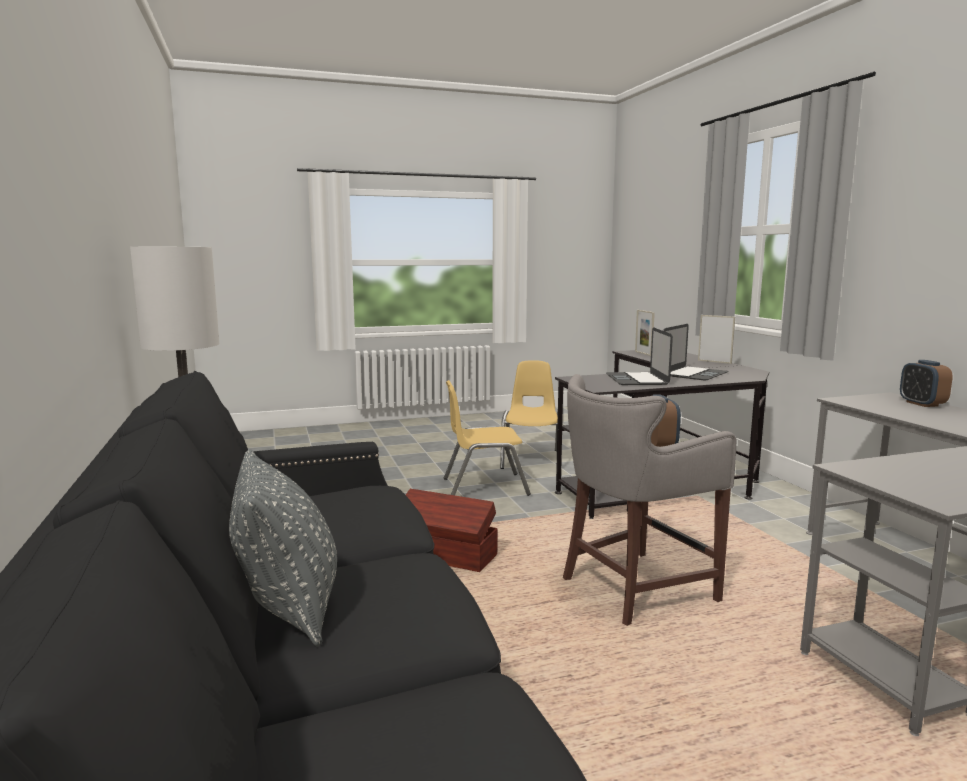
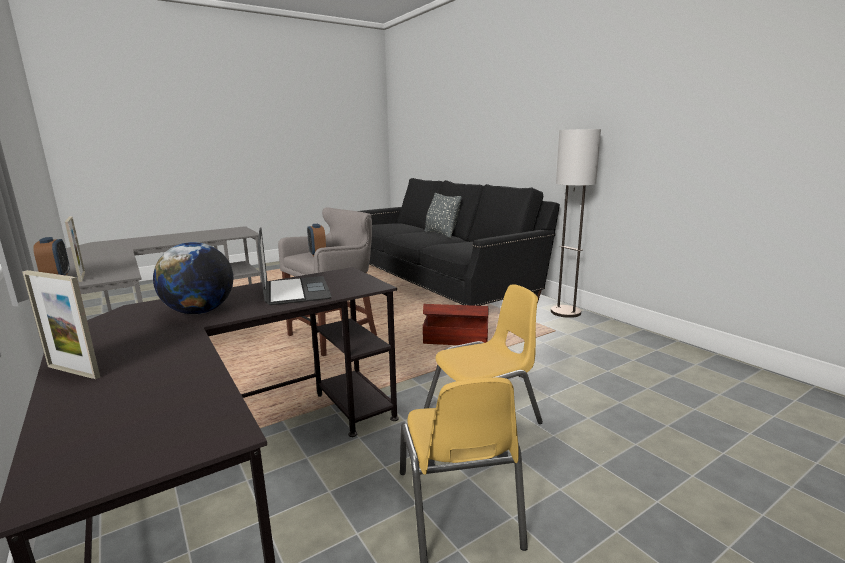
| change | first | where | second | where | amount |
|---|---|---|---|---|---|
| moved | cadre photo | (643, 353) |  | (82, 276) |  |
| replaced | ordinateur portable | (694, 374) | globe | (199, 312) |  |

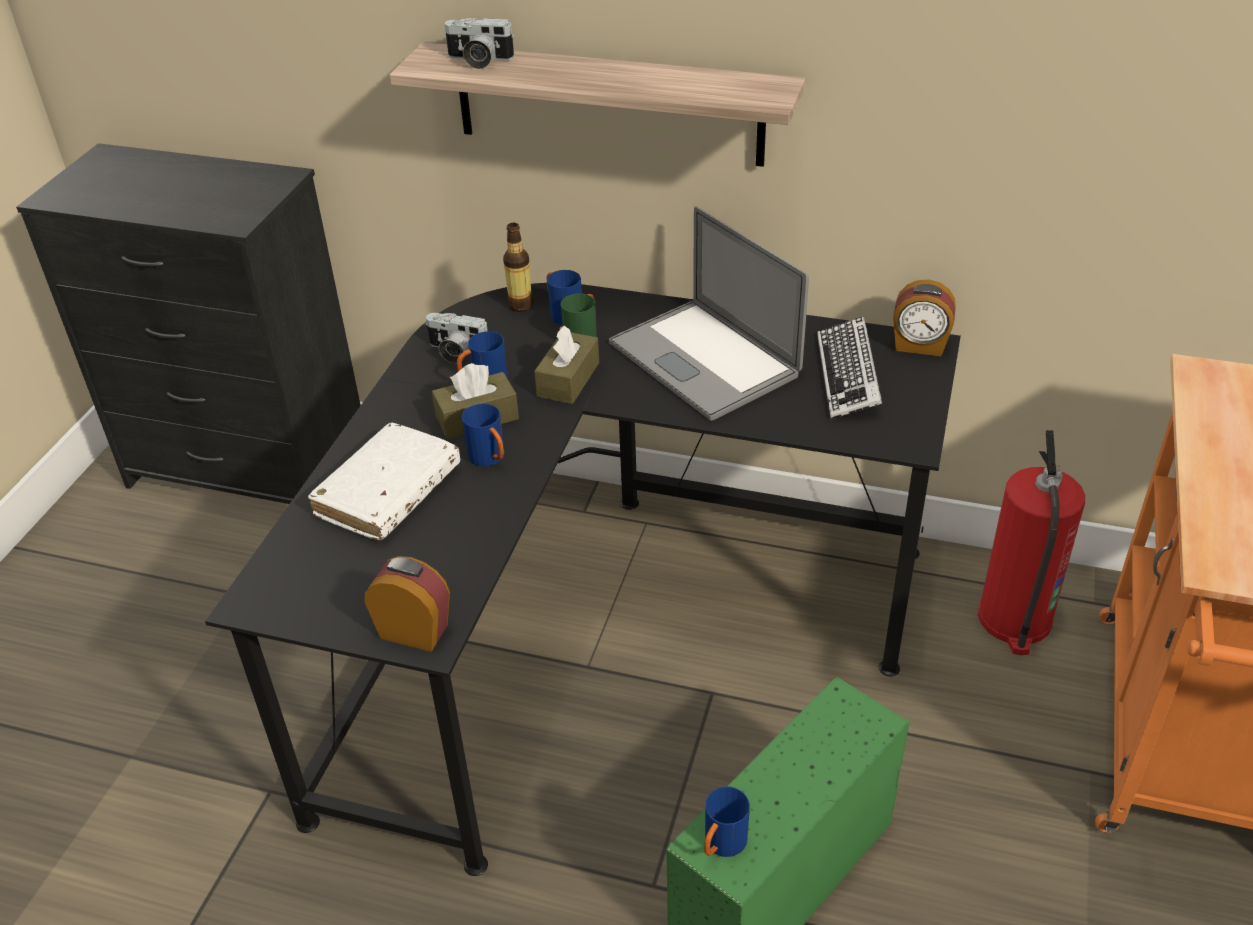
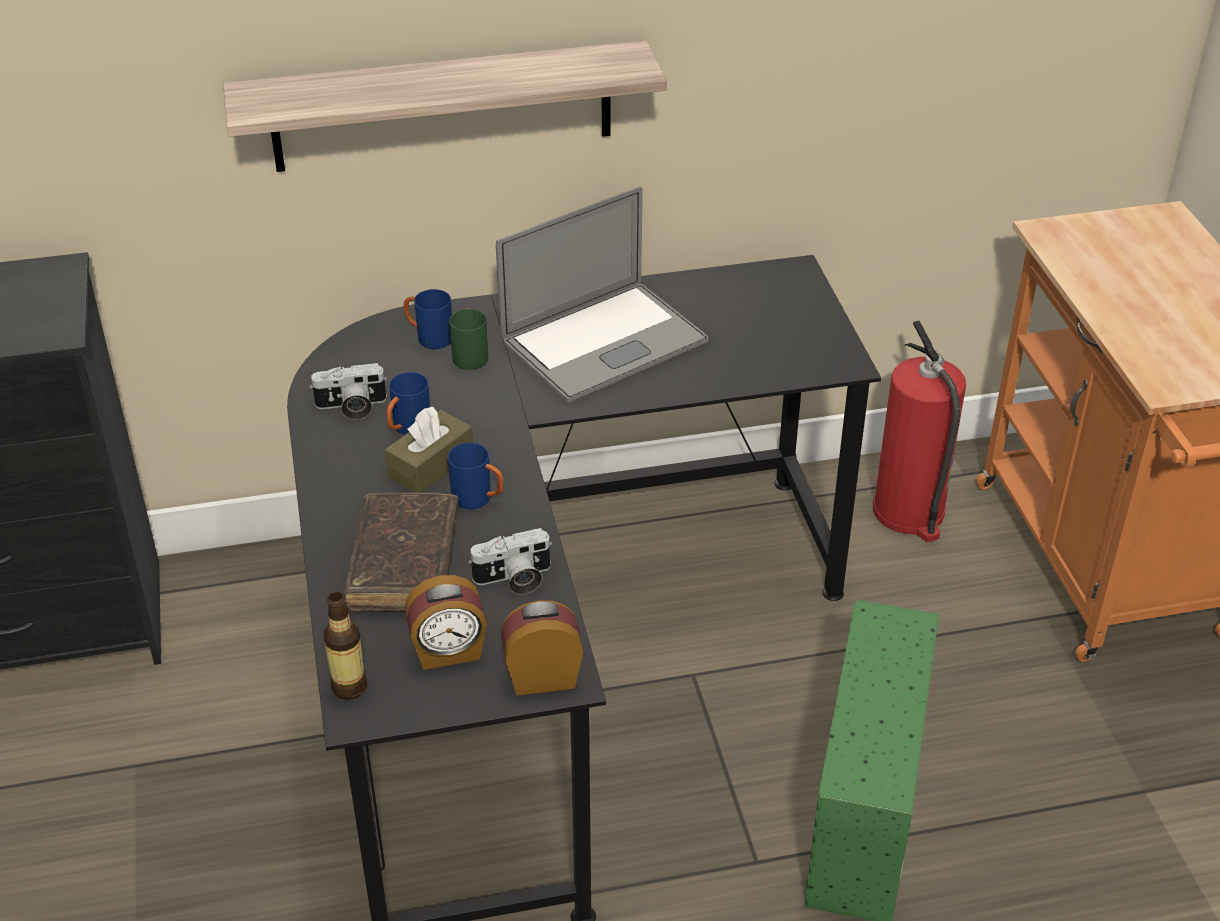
| change | first | where | second | where | amount |
|---|---|---|---|---|---|
| moved | appareil photo | (478, 60) |  | (514, 580) |  |
| turned | ordinateur portable | (703, 359) |  | (604, 342) | 60 degrees counterclockwise |
| moved | bouteille | (520, 305) |  | (349, 687) |  |
| moved | réveil | (919, 346) |  | (448, 652) |  |
| removed | clavier | (848, 375) |  |  |  |
| removed | boîte à mouchoirs [marron] | (568, 379) |  |  |  |
| recoloured | livre [blanc] | (388, 492) | livre [marron] | (404, 564) |  |
| removed | mug [bleu] | (721, 846) |  |  |  |

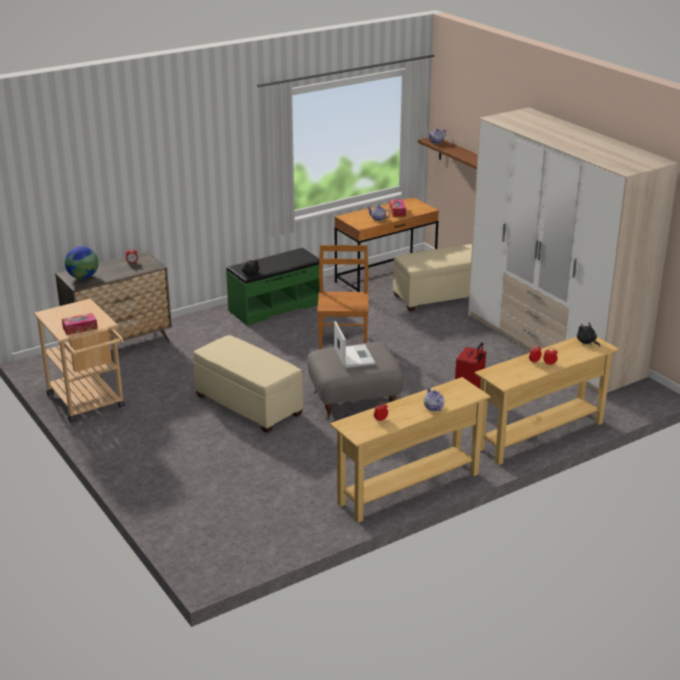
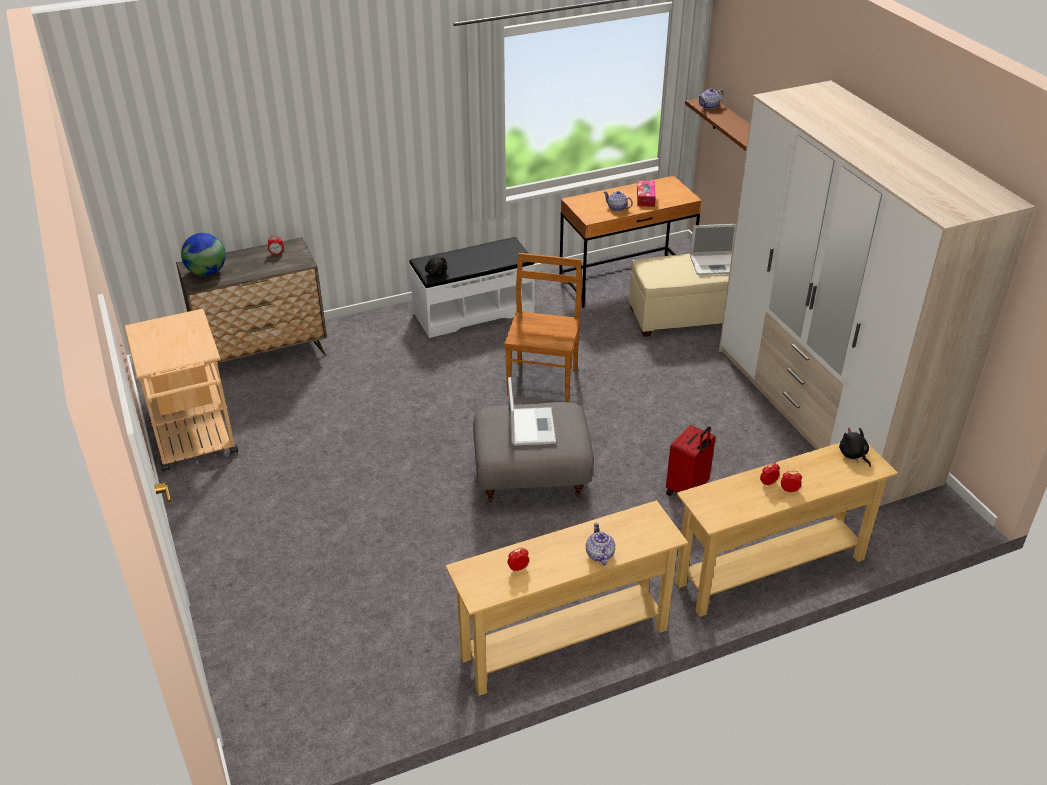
| change | first | where | second | where | amount |
|---|---|---|---|---|---|
| recoloured | banc [vert] | (275, 307) | banc [blanc] | (473, 312) |  |
| removed | boîte à mouchoirs | (80, 328) |  |  |  |
| removed | pouf [beige] | (248, 405) |  |  |  |
| added |  |  | ordinateur portable | (716, 264) |  |

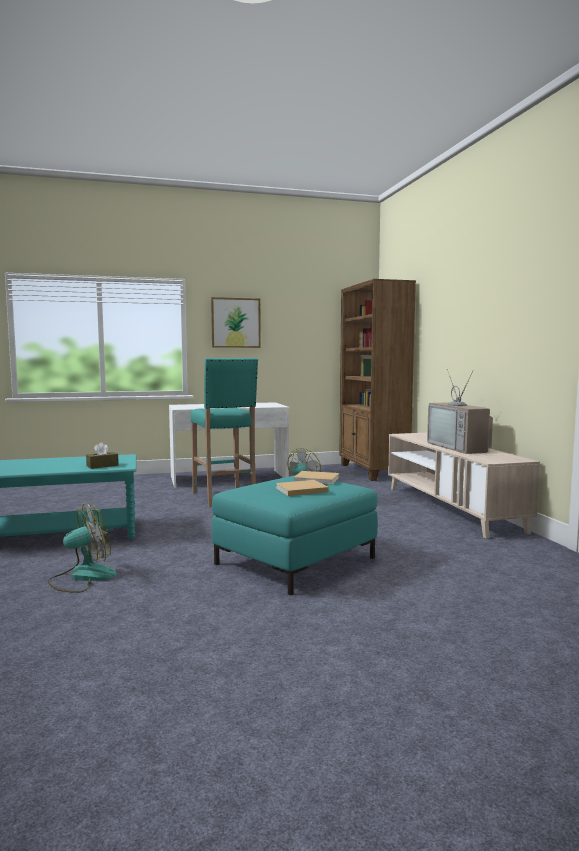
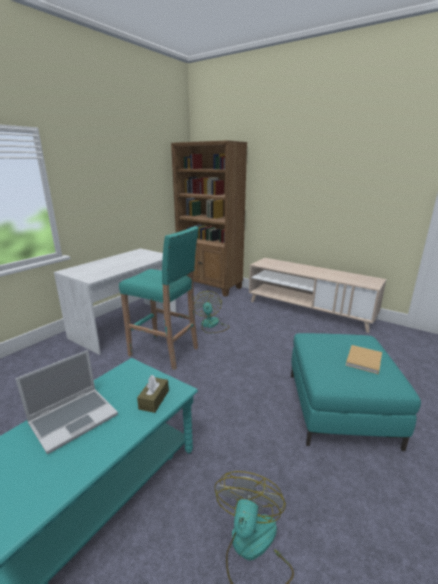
| change | first | where | second | where | amount |
|---|---|---|---|---|---|
| removed | tableau | (235, 323) |  |  |  |
| removed | téléviseur | (460, 447) |  |  |  |
| removed | livre [beige] | (318, 480) |  |  |  |
| added |  |  | ordinateur portable | (74, 418) |  |

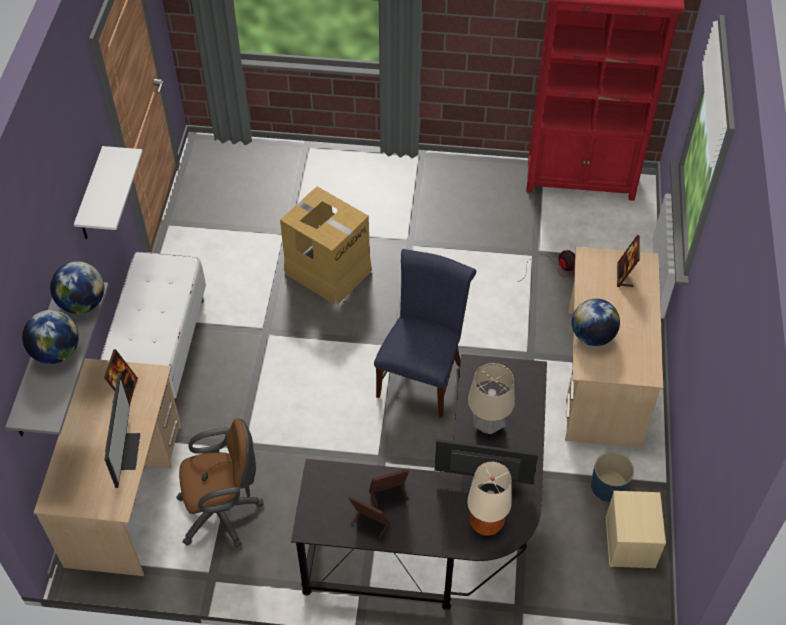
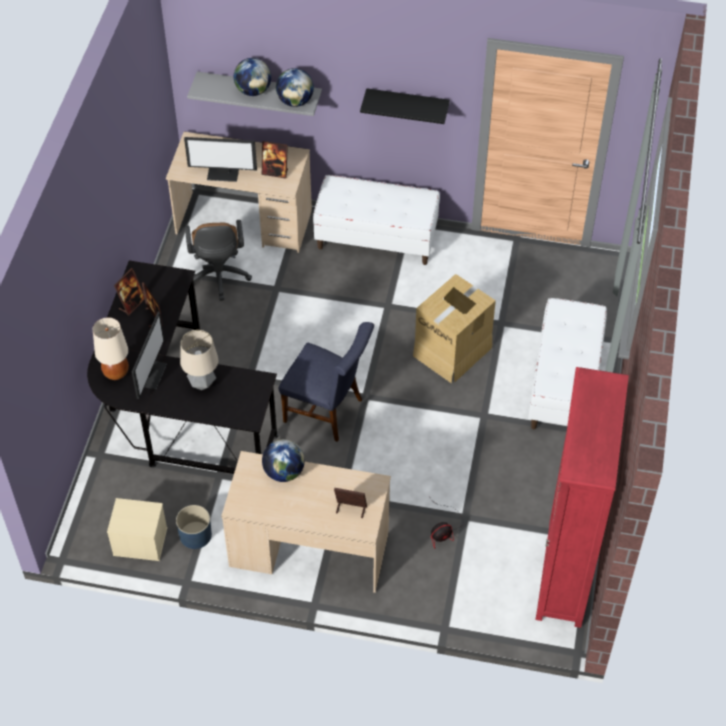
| change | first | where | second | where | amount |
|---|---|---|---|---|---|
| recoloured | étagère [blanc] | (92, 197) | étagère [noir] | (407, 105) |  |
| added |  |  | banc [blanc] | (564, 385) |  |

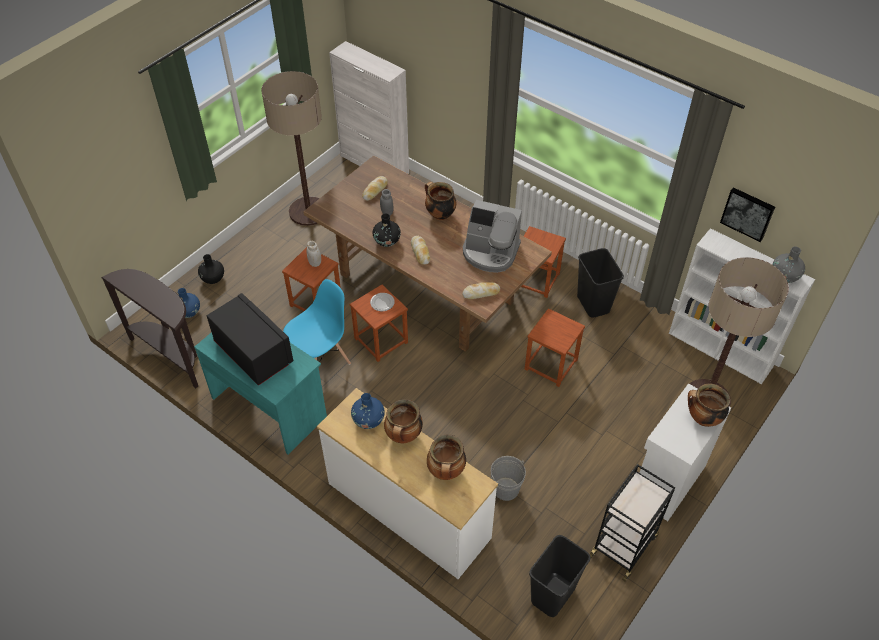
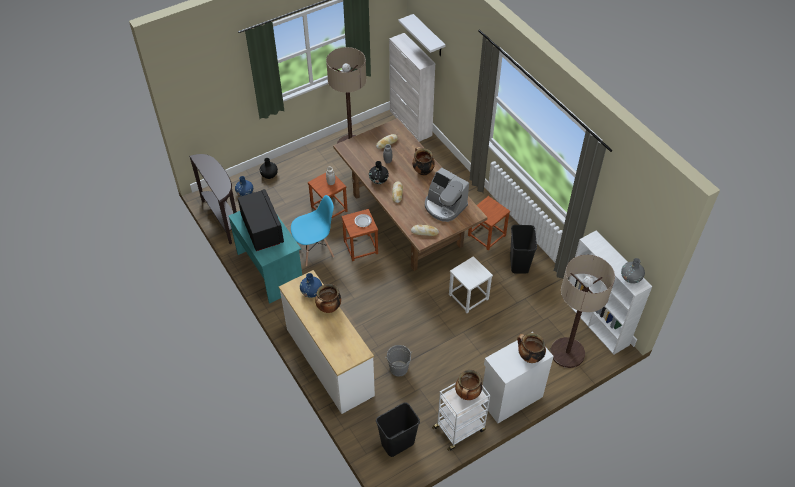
| change | first | where | second | where | amount |
|---|---|---|---|---|---|
| removed | tableau | (748, 213) |  |  |  |
| recoloured | tabouret [marron] | (551, 365) | tabouret [blanc] | (468, 297) |  |
| moved | marmite | (446, 472) |  | (467, 394) |  |
| recoloured | chariot [noir] | (623, 544) | chariot [blanc] | (460, 428) |  |
| added |  |  | étagère [blanc] | (428, 36) |  |

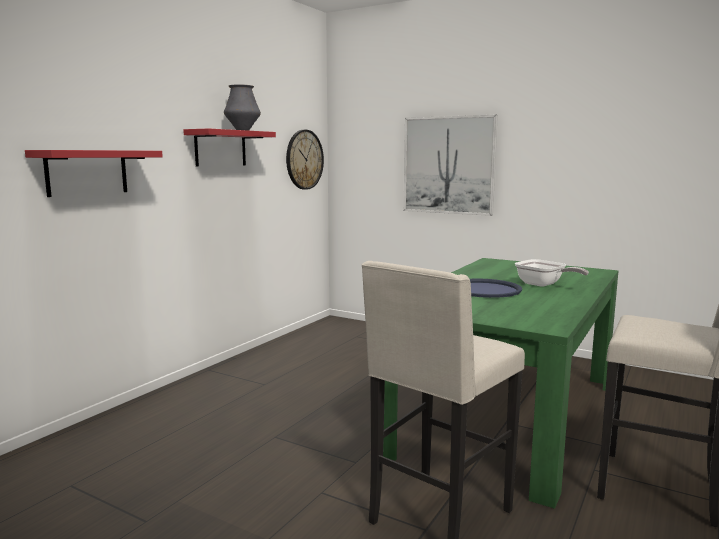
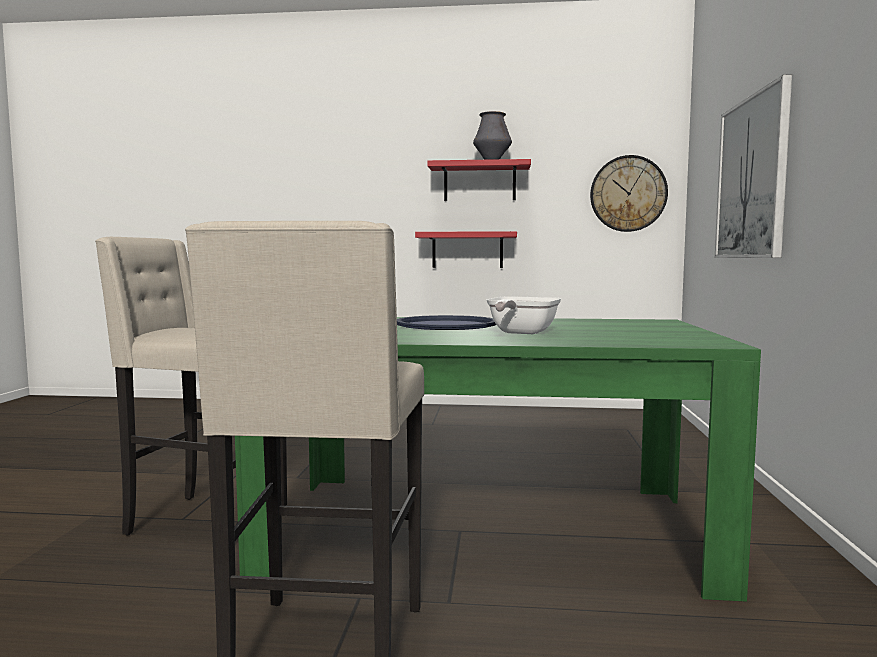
| change | first | where | second | where | amount |
|---|---|---|---|---|---|
| moved | étagère [rouge] | (87, 172) |  | (467, 250) |  |

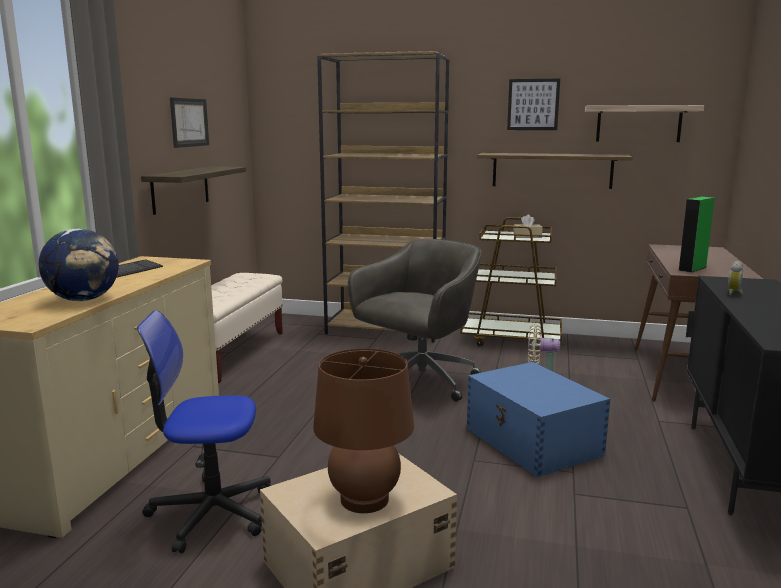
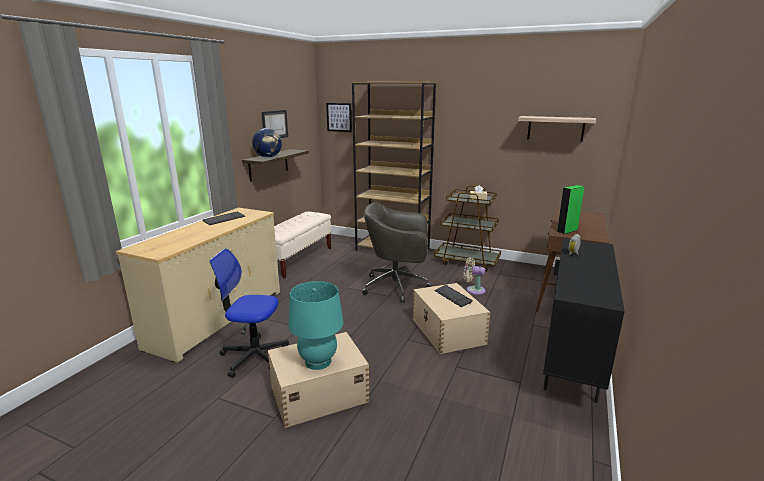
| change | first | where | second | where | amount |
|---|---|---|---|---|---|
| moved | tableau | (533, 104) |  | (339, 117) |  |
| removed | étagère | (552, 170) |  |  |  |
| moved | globe | (84, 300) |  | (268, 157) |  |
| turned | chaise de bureau [gris] | (419, 382) |  | (397, 286) | 135 degrees counterclockwise |
| recoloured | lampe de table [marron] | (364, 499) | lampe de table [turquoise] | (318, 361) |  |
| recoloured | boîte de rangement [bleu] | (533, 442) | boîte de rangement [beige] | (448, 331) |  |
| added |  |  | clavier | (453, 296) |  |

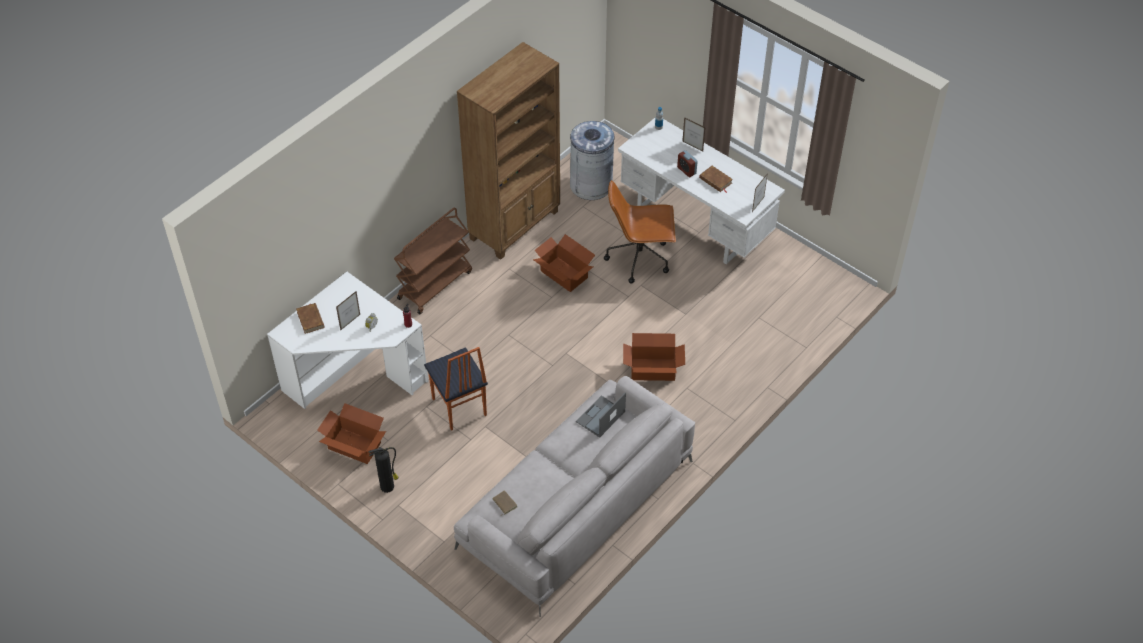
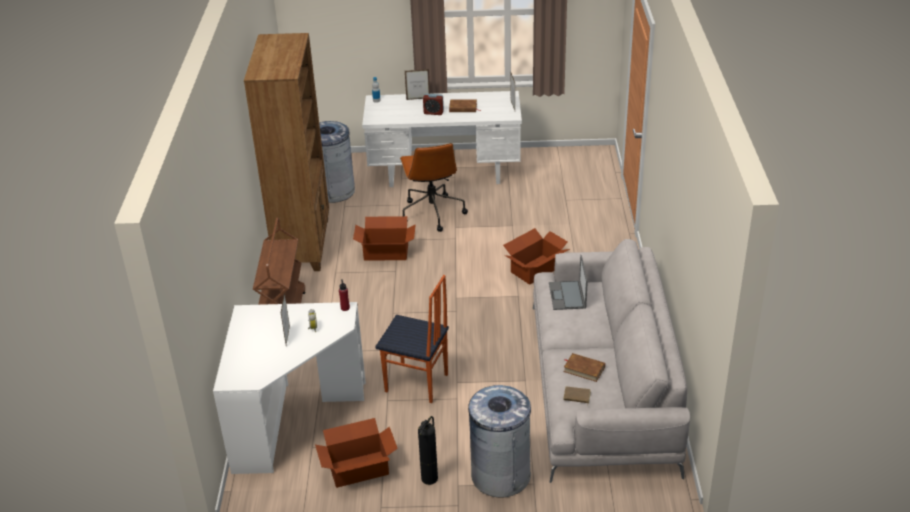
| change | first | where | second | where | amount |
|---|---|---|---|---|---|
| turned | chaise de bureau [marron] | (640, 258) |  | (432, 212) | 60 degrees counterclockwise |
| moved | livre [marron] | (310, 319) |  | (584, 369) |  |
| added |  |  | poubelle [gris] | (500, 475) |  |

